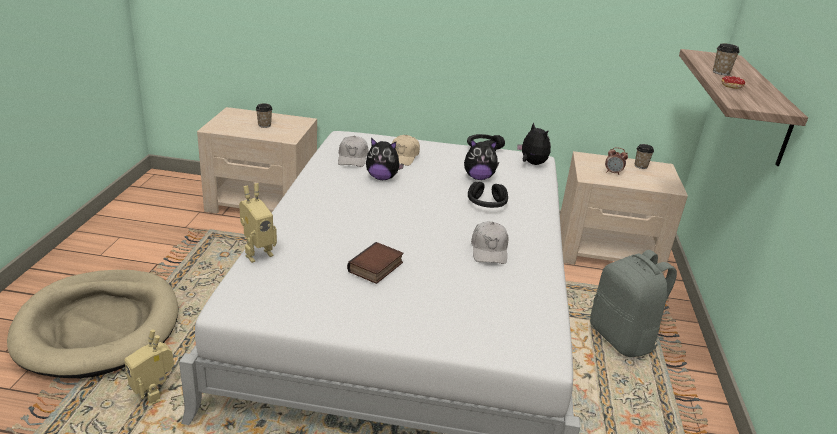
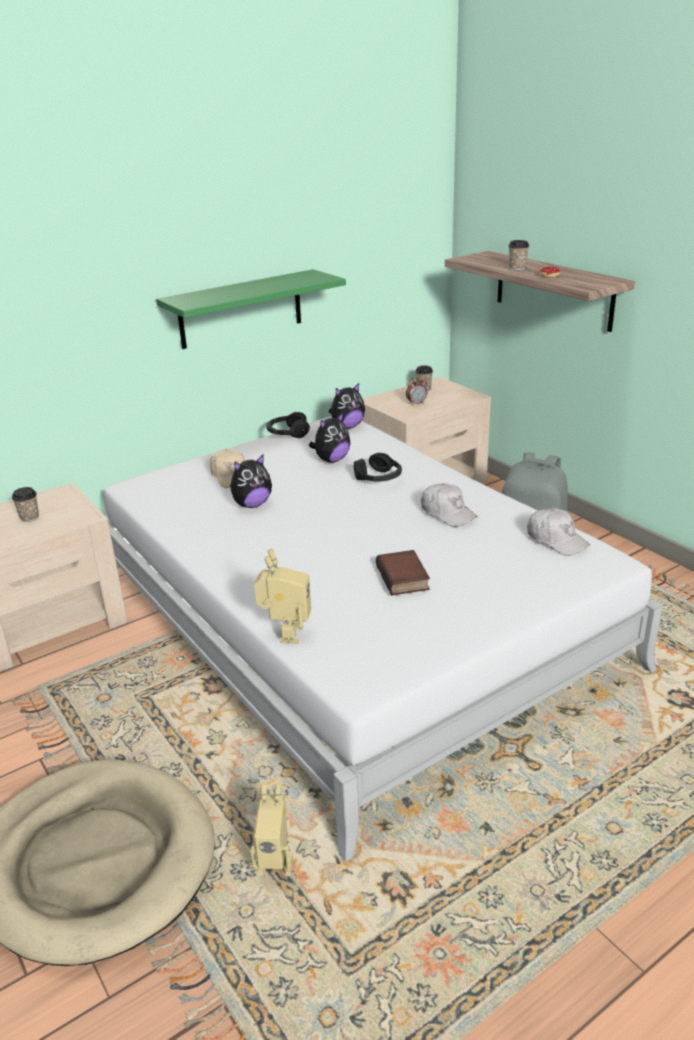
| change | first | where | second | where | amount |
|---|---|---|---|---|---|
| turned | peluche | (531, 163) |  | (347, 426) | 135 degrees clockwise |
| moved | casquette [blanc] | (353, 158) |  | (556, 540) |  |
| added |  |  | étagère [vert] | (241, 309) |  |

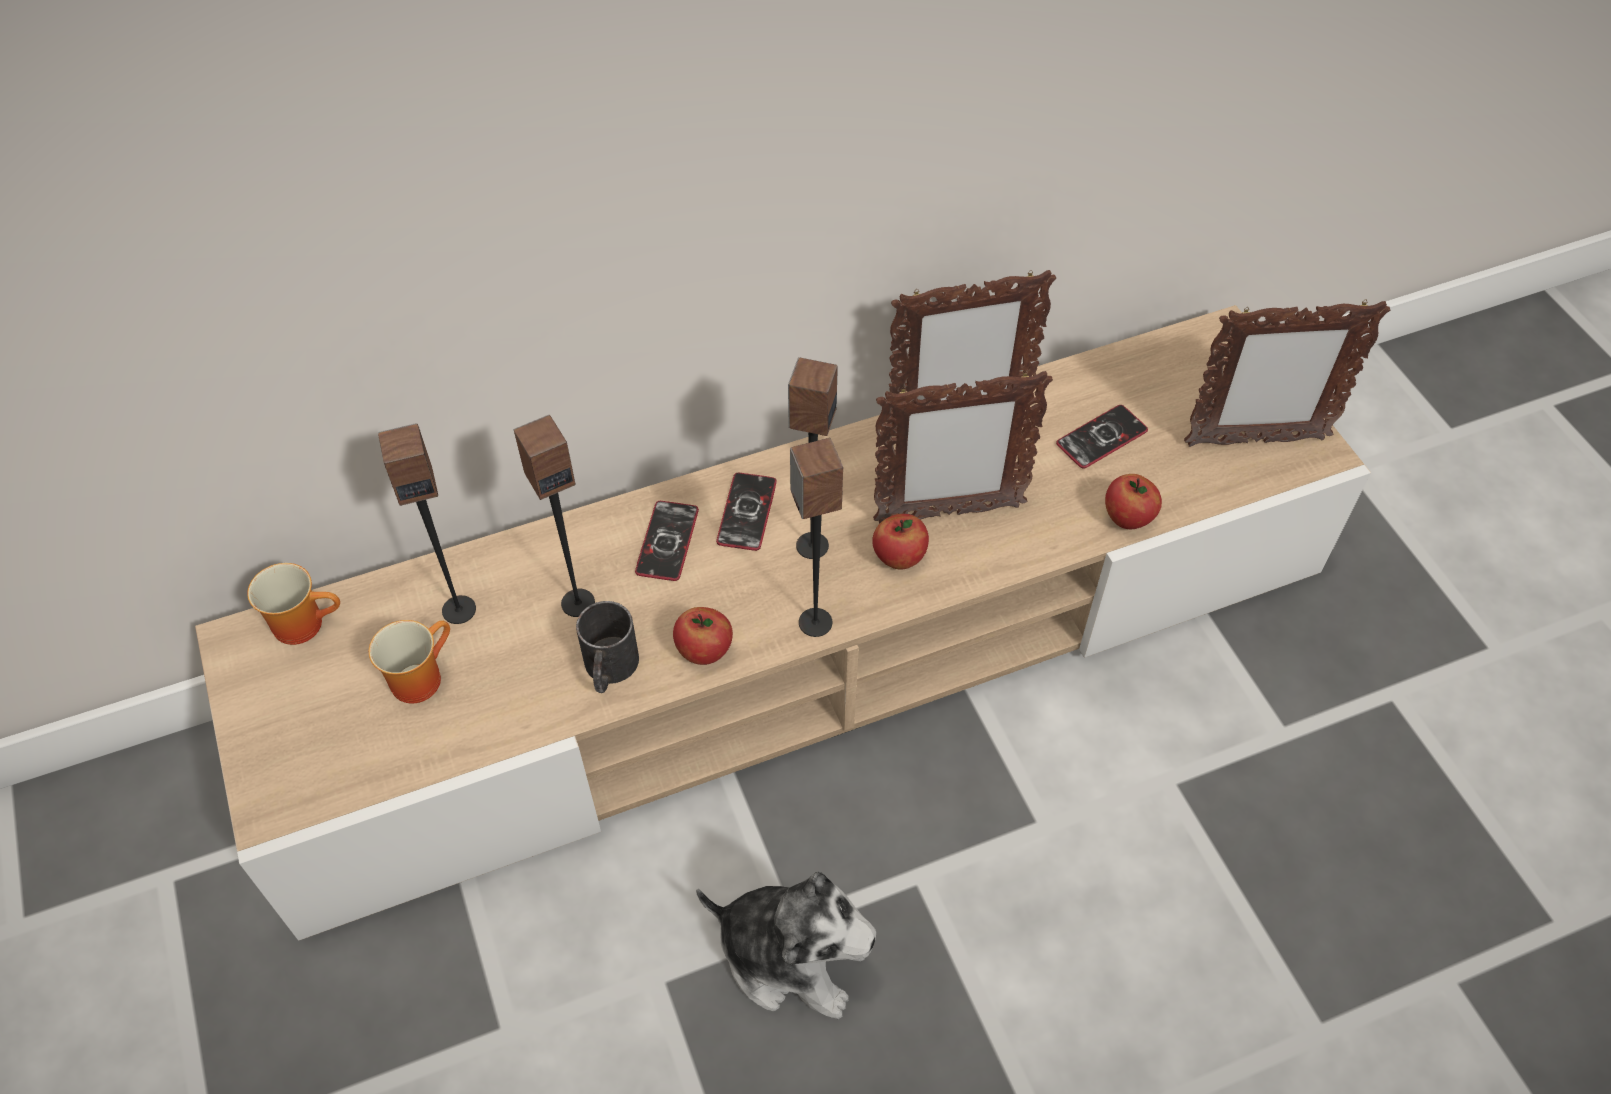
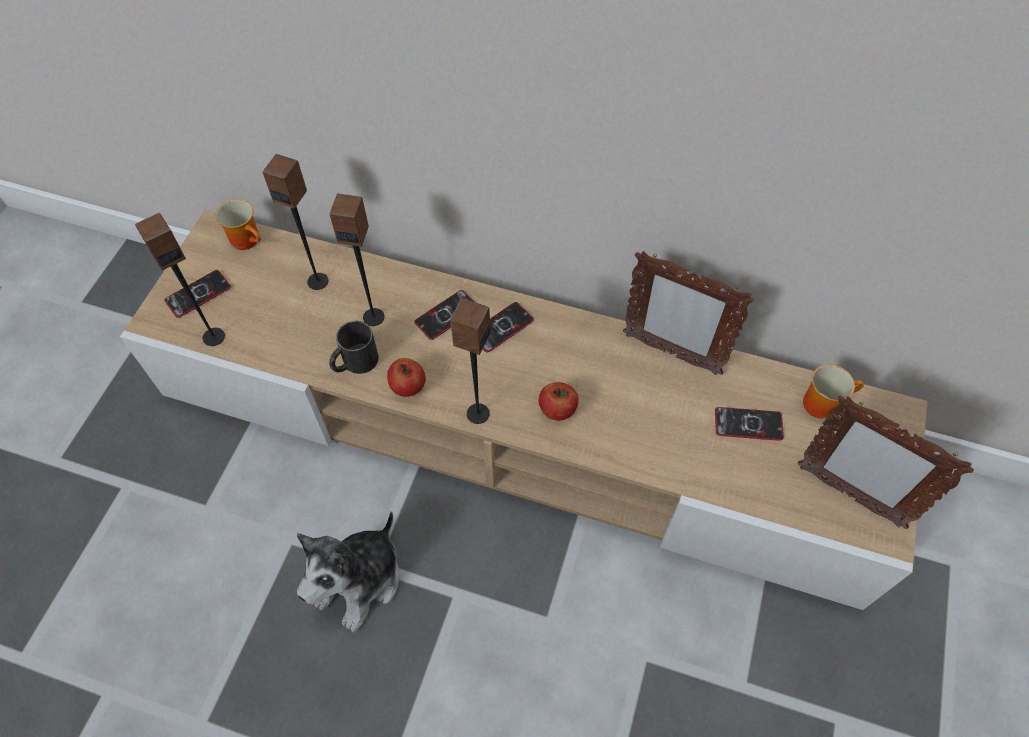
| change | first | where | second | where | amount |
|---|---|---|---|---|---|
| moved | enceinte | (811, 545) |  | (213, 336) |  |
| removed | cadre photo | (947, 514) |  |  |  |
| removed | pomme | (1127, 518) |  |  |  |
| moved | mug | (418, 675) |  | (822, 401) |  |
| turned | peluche | (792, 954) |  | (359, 581) | 60 degrees clockwise |
| added |  |  | téléphone | (198, 294) |  |

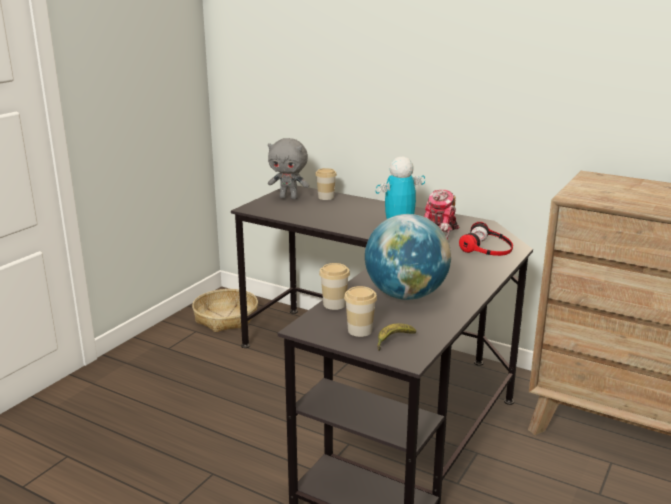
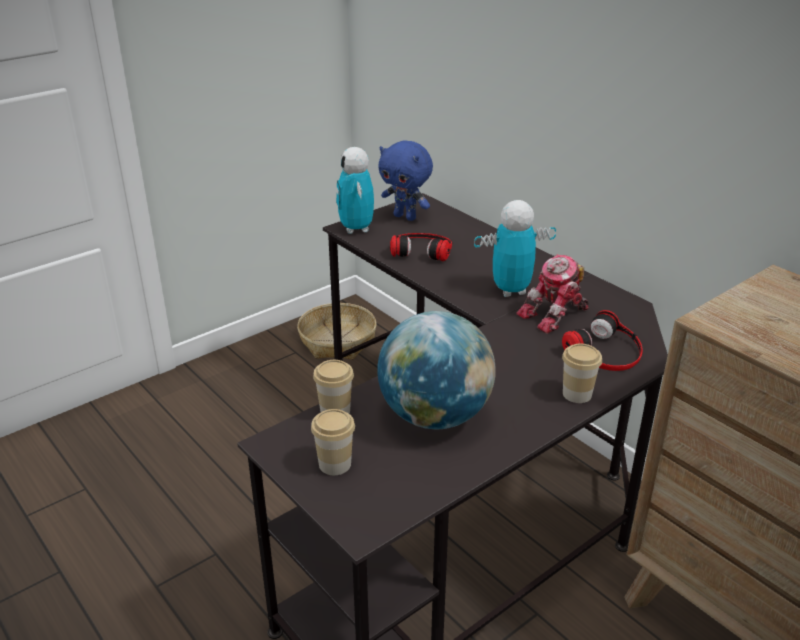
| change | first | where | second | where | amount |
|---|---|---|---|---|---|
| recoloured | peluche [gris] | (289, 198) | peluche [bleu] | (406, 217) |  |
| moved | tasse | (326, 197) |  | (577, 394) |  |
| removed | banane | (393, 341) |  |  |  |
| added |  |  | robot jouet | (356, 229) |  |
| added |  |  | casque audio | (422, 250) |  |

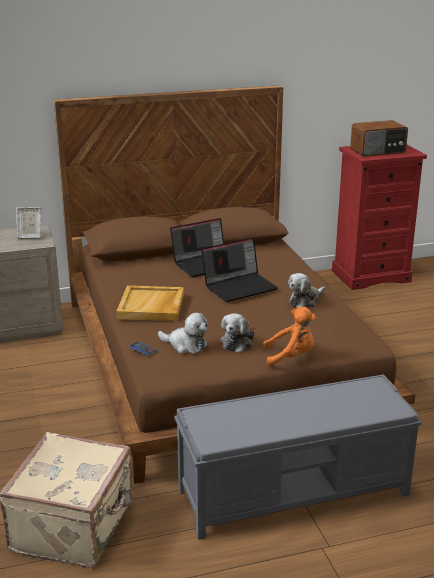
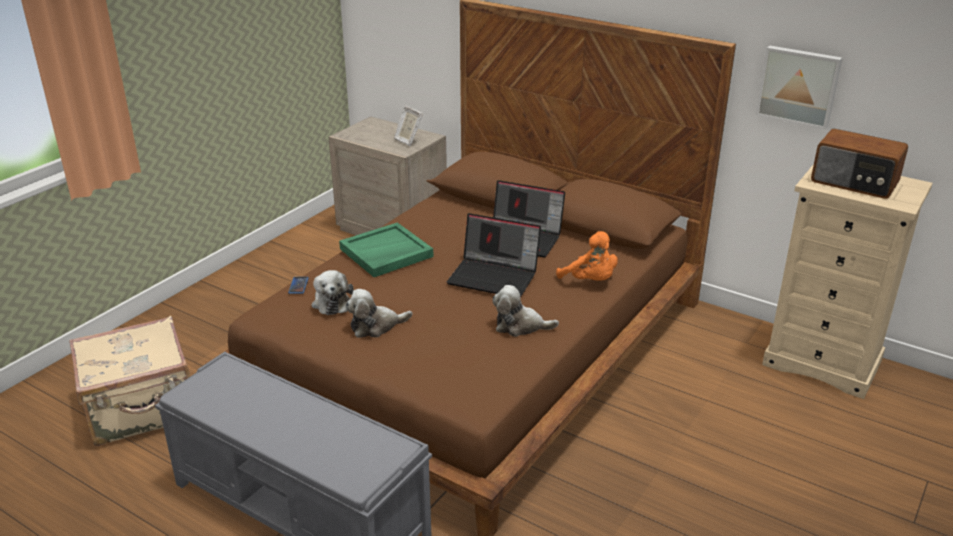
| change | first | where | second | where | amount |
|---|---|---|---|---|---|
| recoloured | commode [rouge] | (371, 276) | commode [beige] | (822, 363) |  |
| recoloured | plateau [beige] | (151, 306) | plateau [vert] | (386, 253) |  |
| moved | peluche [orange] | (291, 356) |  | (590, 281) |  |
| added |  |  | tableau | (798, 86) |  |

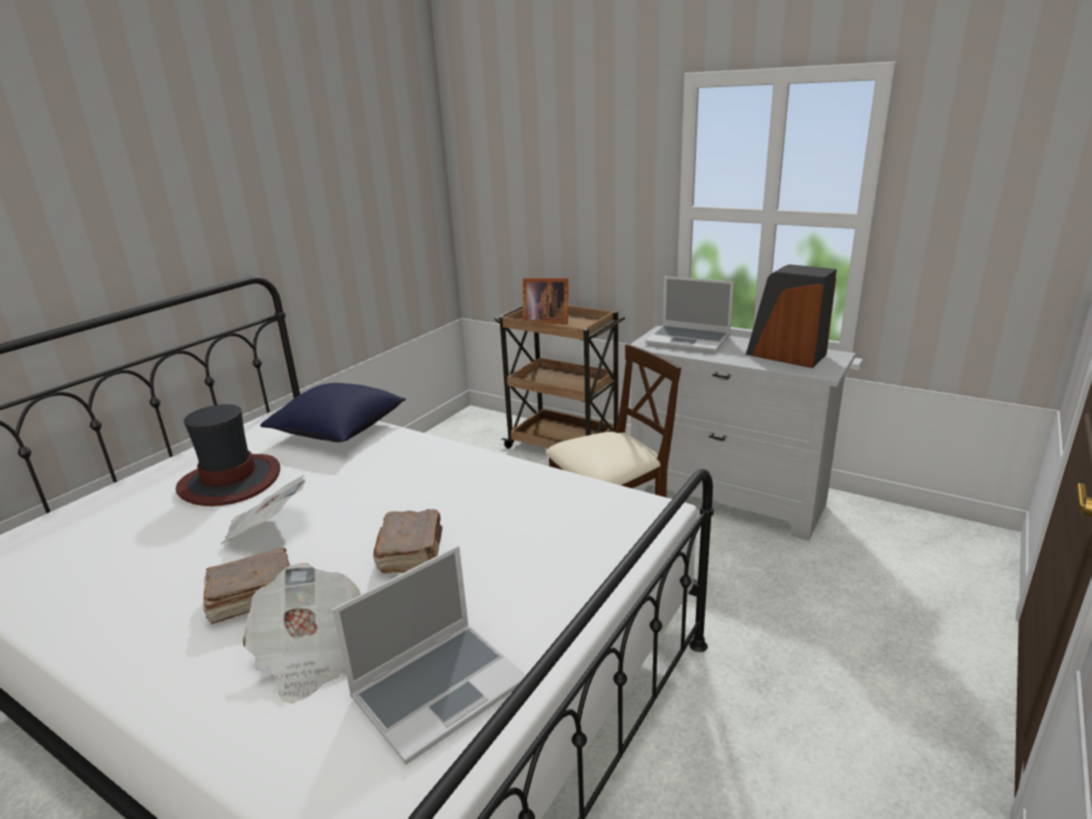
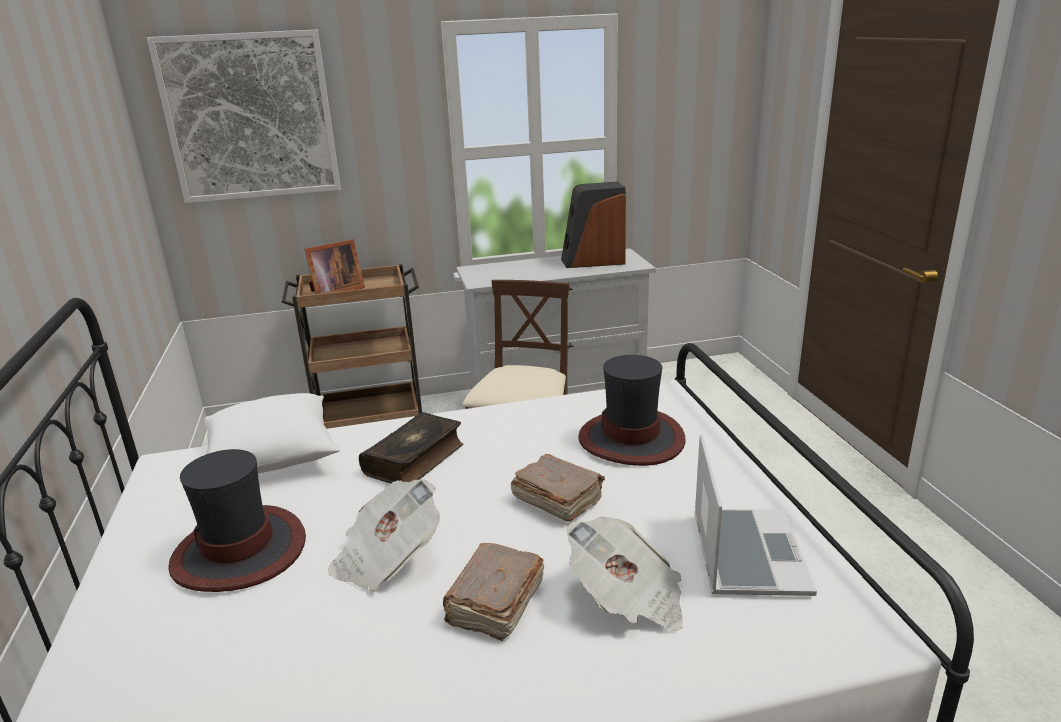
| change | first | where | second | where | amount |
|---|---|---|---|---|---|
| removed | ordinateur portable | (689, 340) |  |  |  |
| recoloured | coussin [bleu] | (339, 432) | coussin [blanc] | (273, 458) |  |
| added |  |  | tableau | (250, 117) |  |
| added |  |  | chapeau | (632, 439) |  |
| added |  |  | livre | (415, 459) |  |

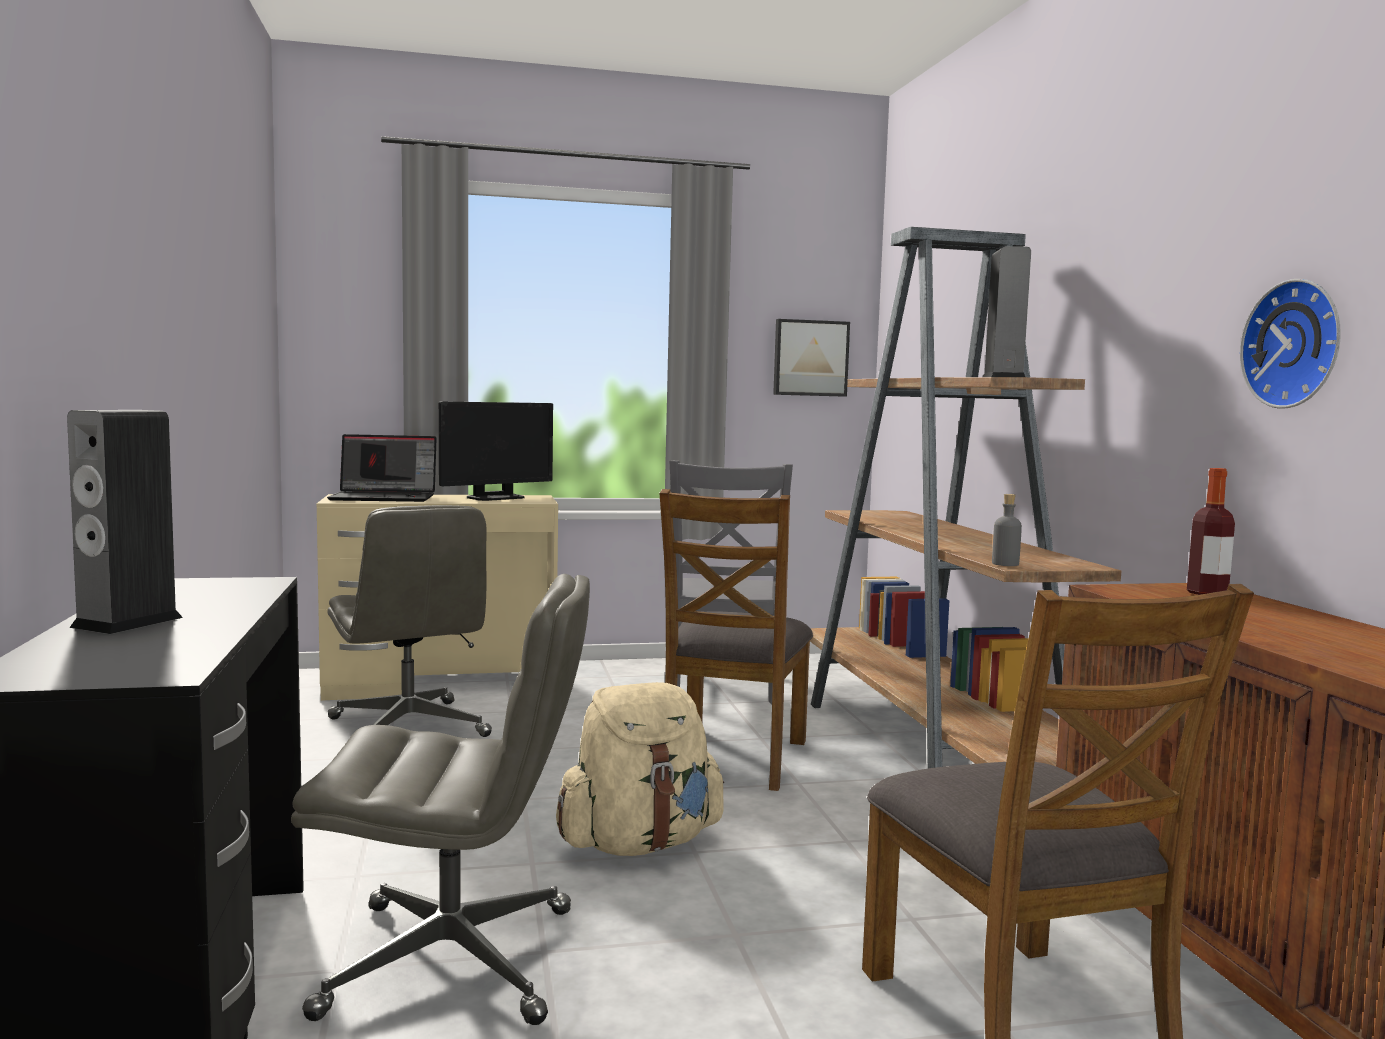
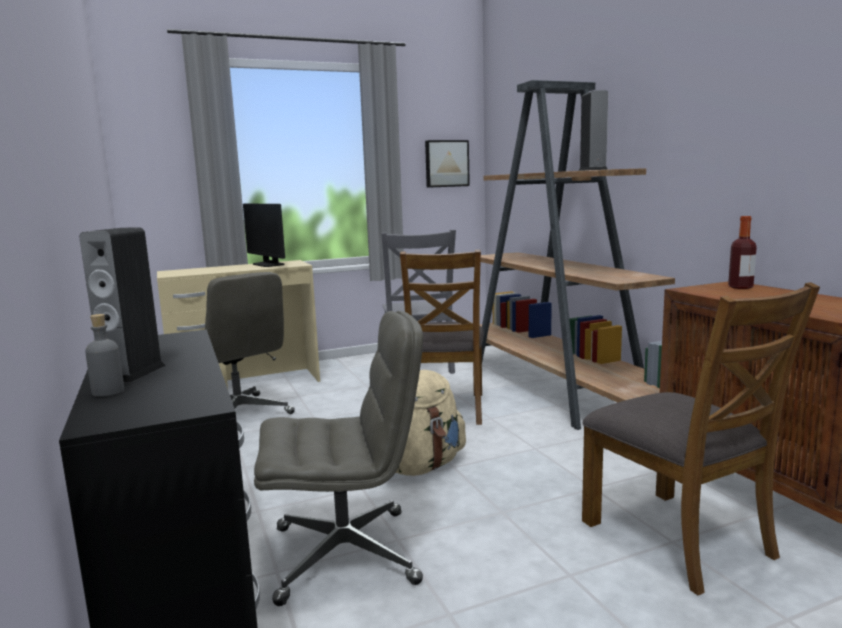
| change | first | where | second | where | amount |
|---|---|---|---|---|---|
| removed | horloge murale | (1297, 344) |  |  |  |
| turned | écran d'ordinateur | (495, 498) |  | (268, 264) | 105 degrees clockwise |
| removed | ordinateur portable | (385, 497) |  |  |  |
| moved | bouteille [gris] | (1005, 564) |  | (108, 392) |  |

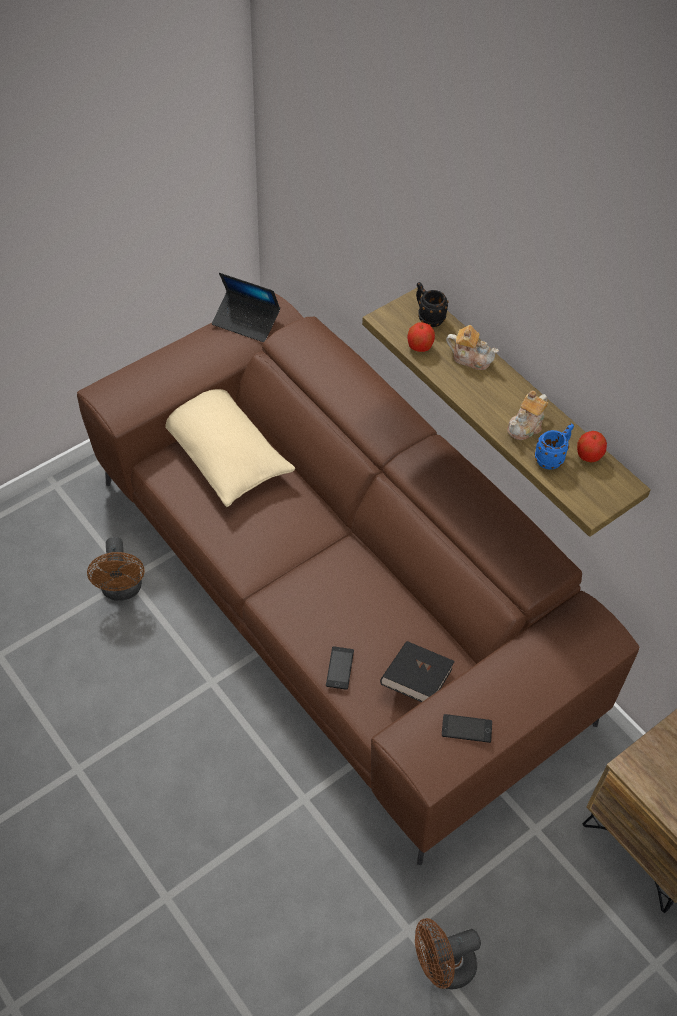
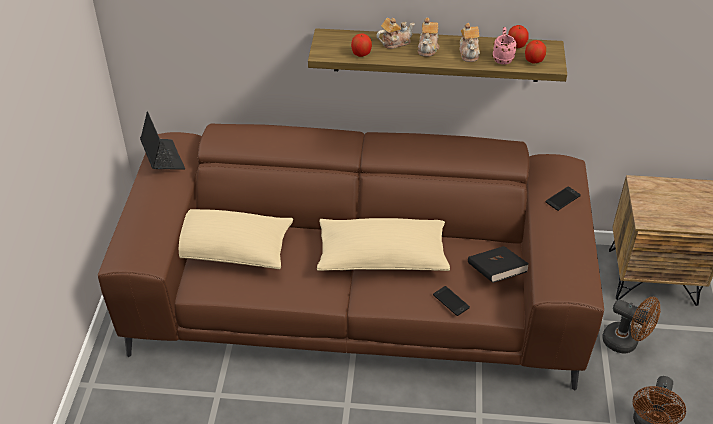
| change | first | where | second | where | amount |
|---|---|---|---|---|---|
| turned | ordinateur portable | (246, 321) |  | (163, 158) | 90 degrees counterclockwise |
| removed | mug [noir] | (428, 317) |  |  |  |
| recoloured | mug [bleu] | (552, 458) | mug [rose] | (502, 58) |  |
| moved | ventilateur [marron] | (122, 590) |  | (626, 342) |  |
| moved | téléphone | (466, 728) |  | (563, 199) |  |
| added |  |  | théière | (428, 48) |  |
| added |  |  | pomme | (533, 61) |  |
| added |  |  | coussin [beige] | (382, 257) |  |

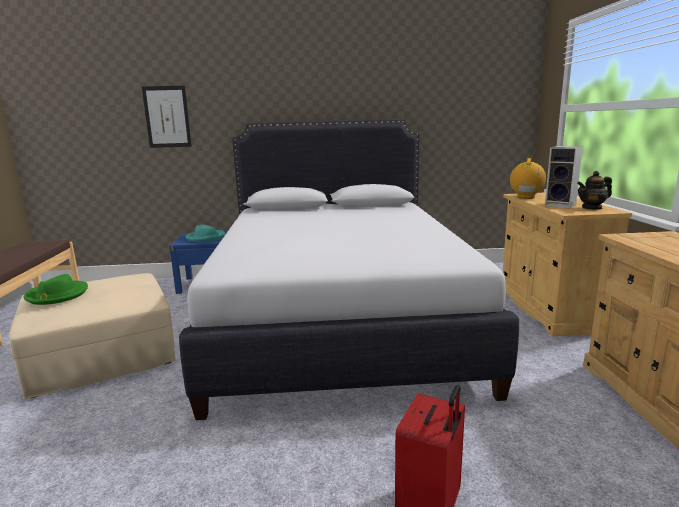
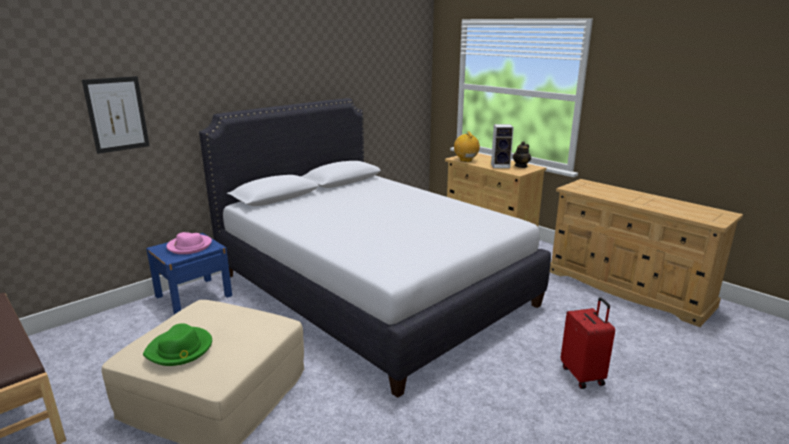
| change | first | where | second | where | amount |
|---|---|---|---|---|---|
| recoloured | chapeau [turquoise] | (205, 237) | chapeau [rose] | (189, 246) |  |

